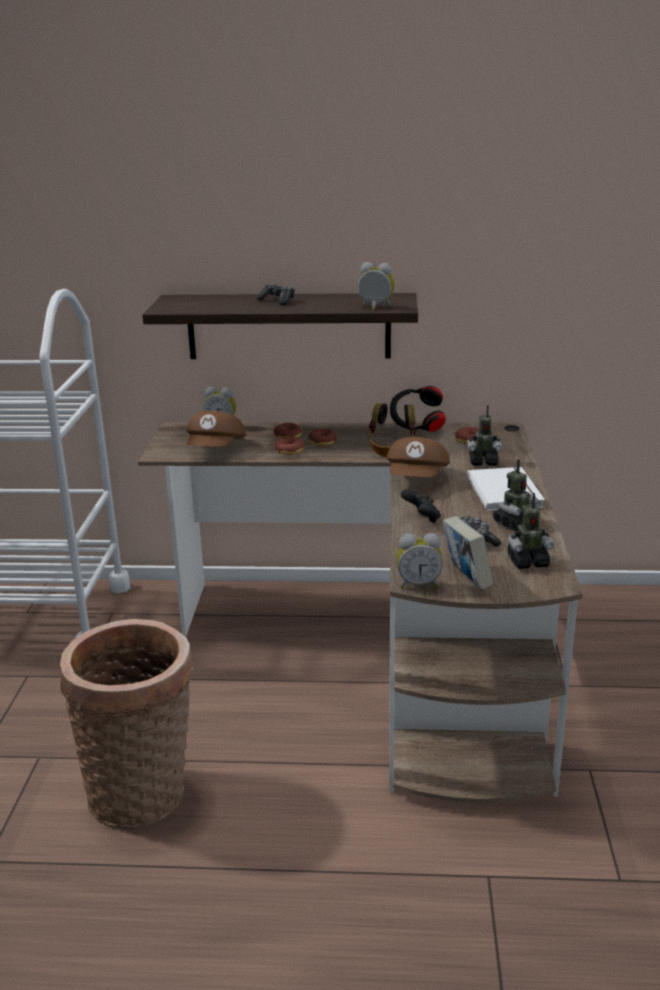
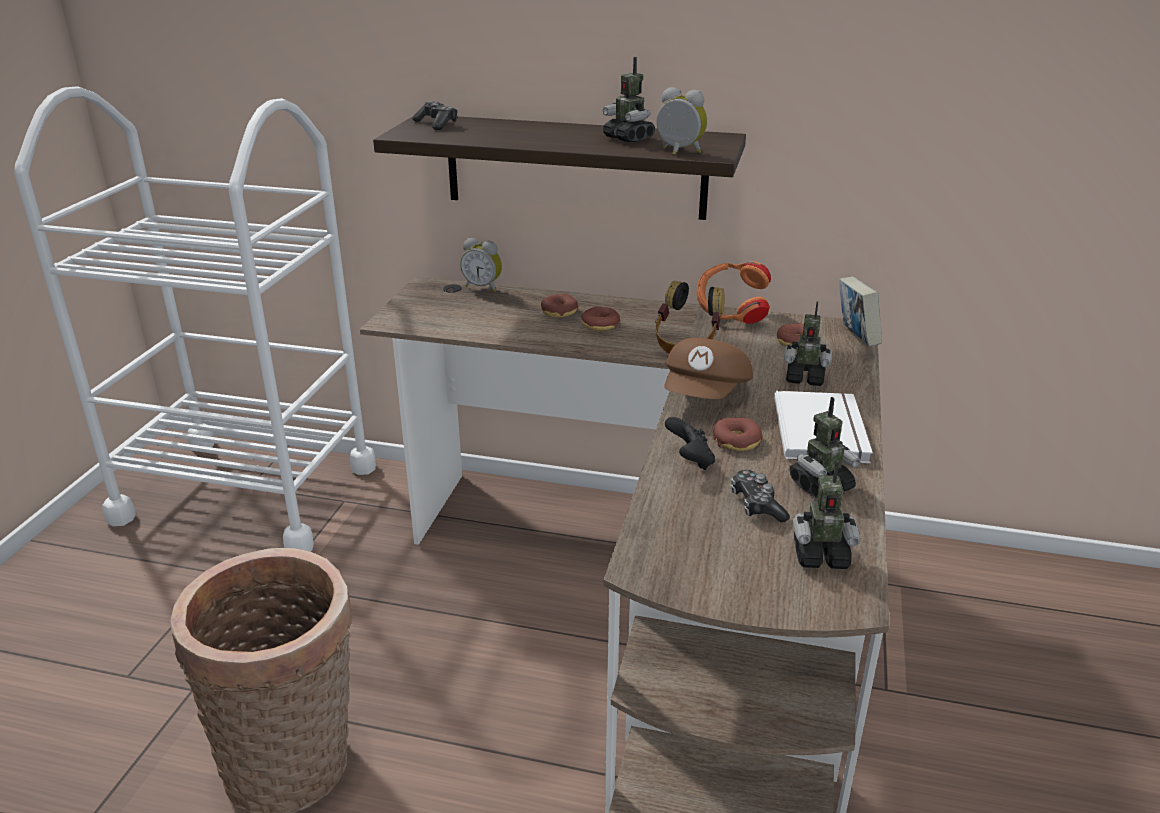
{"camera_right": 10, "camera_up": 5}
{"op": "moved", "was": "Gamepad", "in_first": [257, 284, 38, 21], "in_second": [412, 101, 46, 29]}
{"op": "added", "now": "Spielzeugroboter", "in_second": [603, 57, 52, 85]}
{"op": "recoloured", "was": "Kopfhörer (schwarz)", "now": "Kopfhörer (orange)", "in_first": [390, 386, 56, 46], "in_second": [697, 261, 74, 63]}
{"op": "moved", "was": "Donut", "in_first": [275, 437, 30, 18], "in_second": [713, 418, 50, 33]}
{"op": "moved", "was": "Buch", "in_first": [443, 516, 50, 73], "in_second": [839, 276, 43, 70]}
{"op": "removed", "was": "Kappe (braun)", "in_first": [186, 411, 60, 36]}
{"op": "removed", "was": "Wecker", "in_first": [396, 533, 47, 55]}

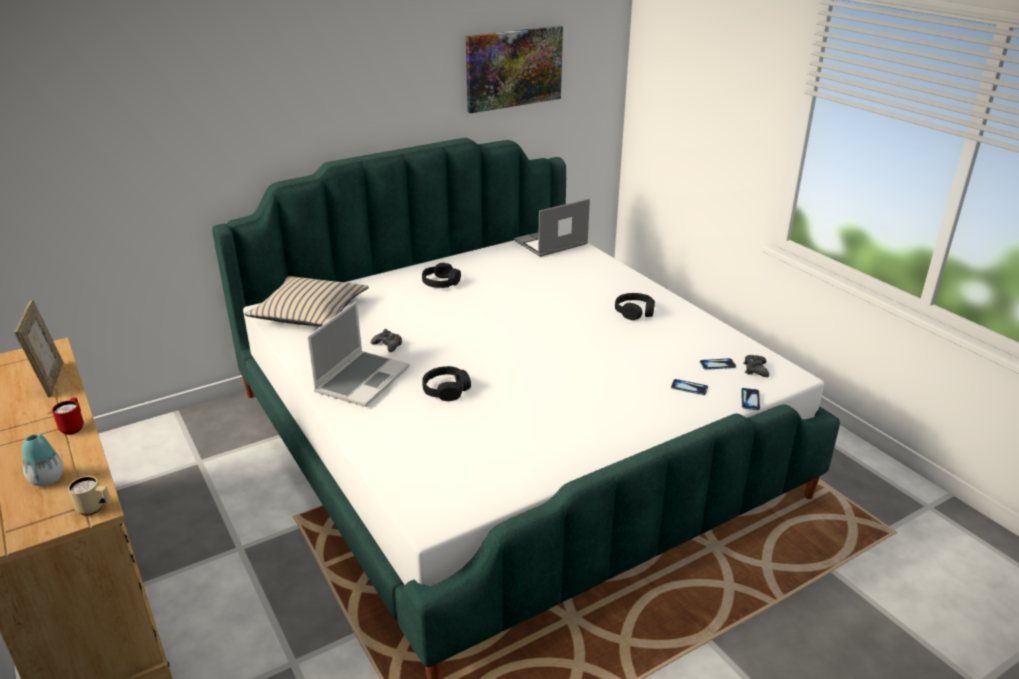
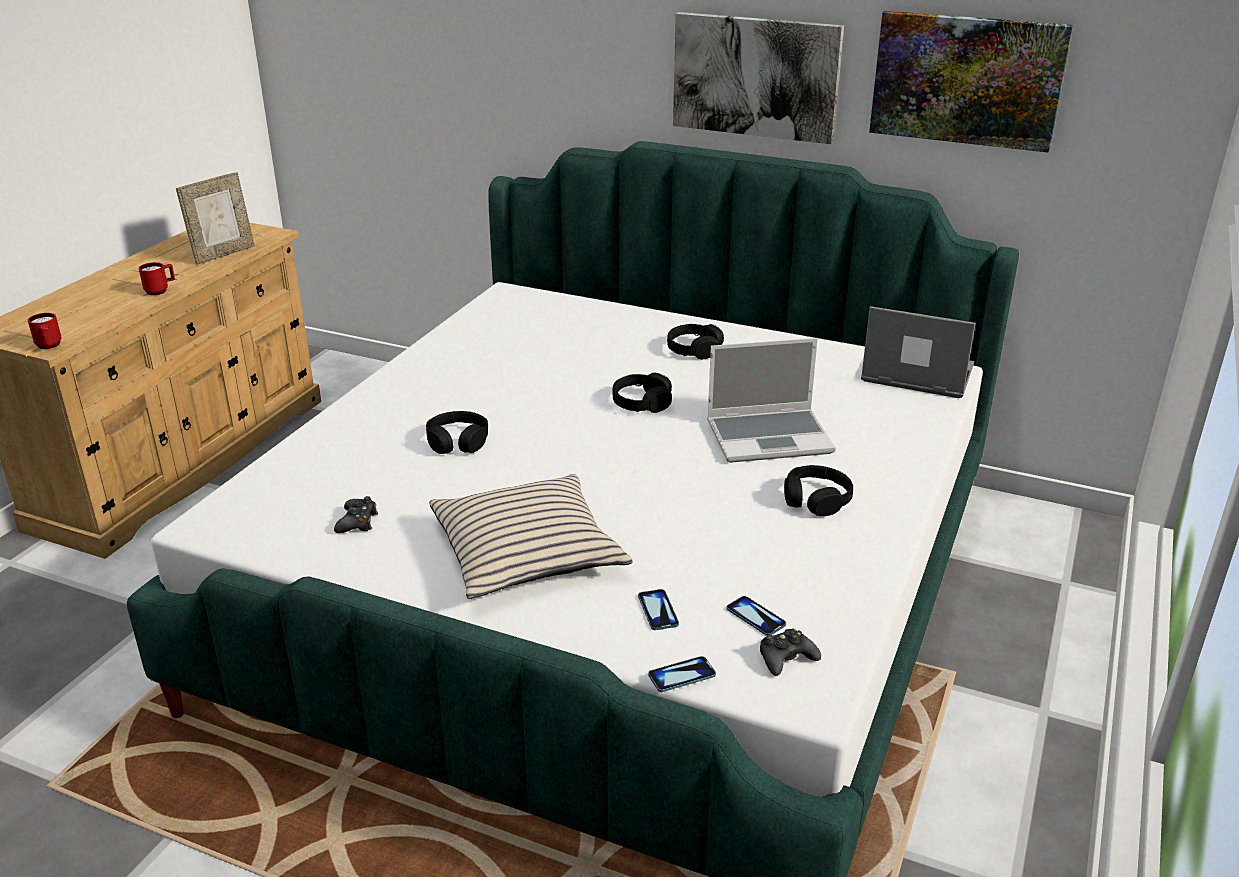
{"camera_right": 55, "camera_up": 0}
{"op": "recoloured", "was": "Henkelbecher (beige)", "now": "Henkelbecher (rot)", "in_first": [68, 476, 43, 39], "in_second": [28, 313, 33, 36]}
{"op": "moved", "was": "Gamepad (schwarz)", "in_first": [371, 329, 31, 23], "in_second": [334, 496, 44, 37]}
{"op": "moved", "was": "Kissen (beige)", "in_first": [244, 276, 125, 51], "in_second": [429, 474, 204, 125]}
{"op": "added", "now": "Kopfhörer (schwarz)", "in_second": [612, 373, 60, 40]}
{"op": "added", "now": "Bild", "in_second": [673, 12, 171, 132]}
{"op": "moved", "was": "Laptop", "in_first": [307, 301, 103, 106], "in_second": [707, 338, 129, 125]}
{"op": "removed", "was": "Vase", "in_first": [22, 434, 41, 52]}

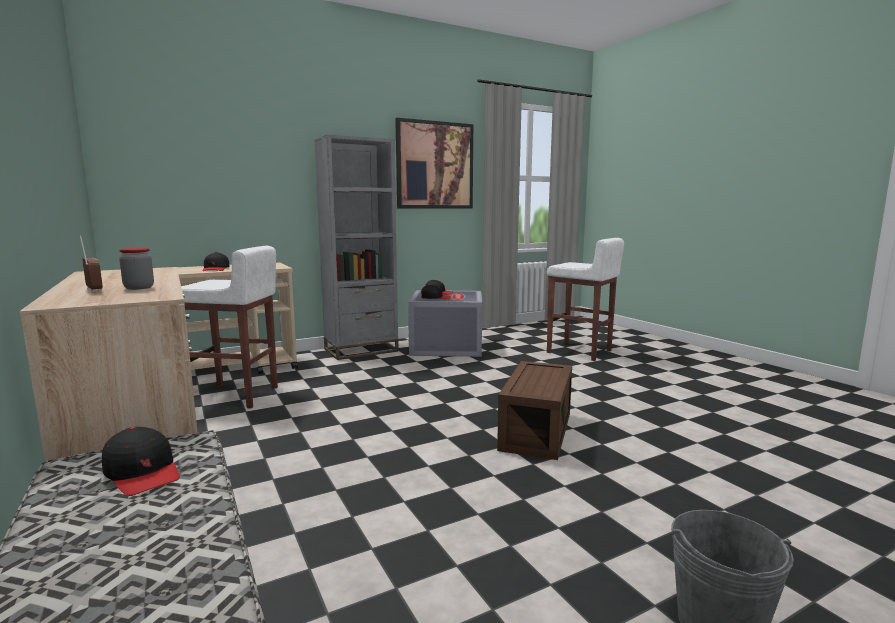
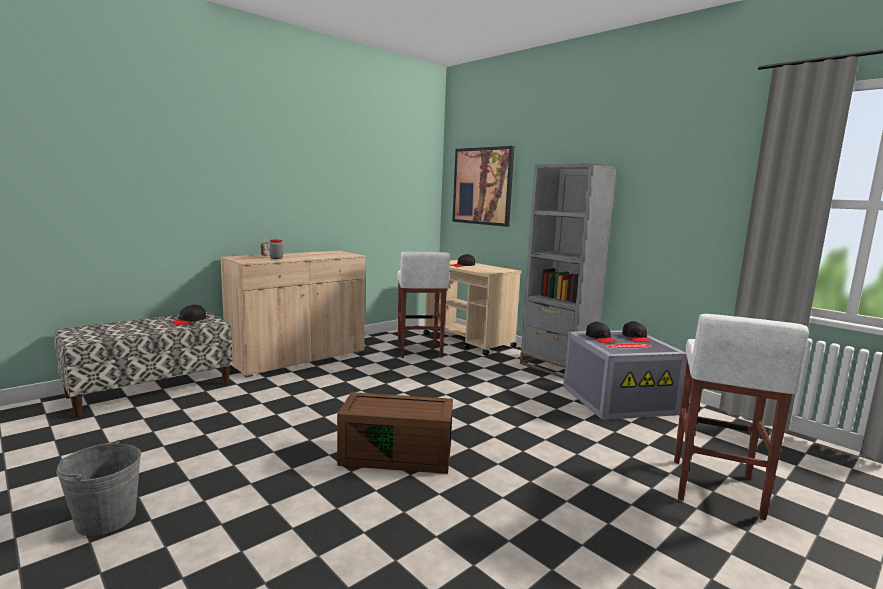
{"camera_right": 75, "camera_up": 0}
{"op": "moved", "was": "Bild", "in_first": [395, 118, 78, 90], "in_second": [452, 146, 62, 81]}

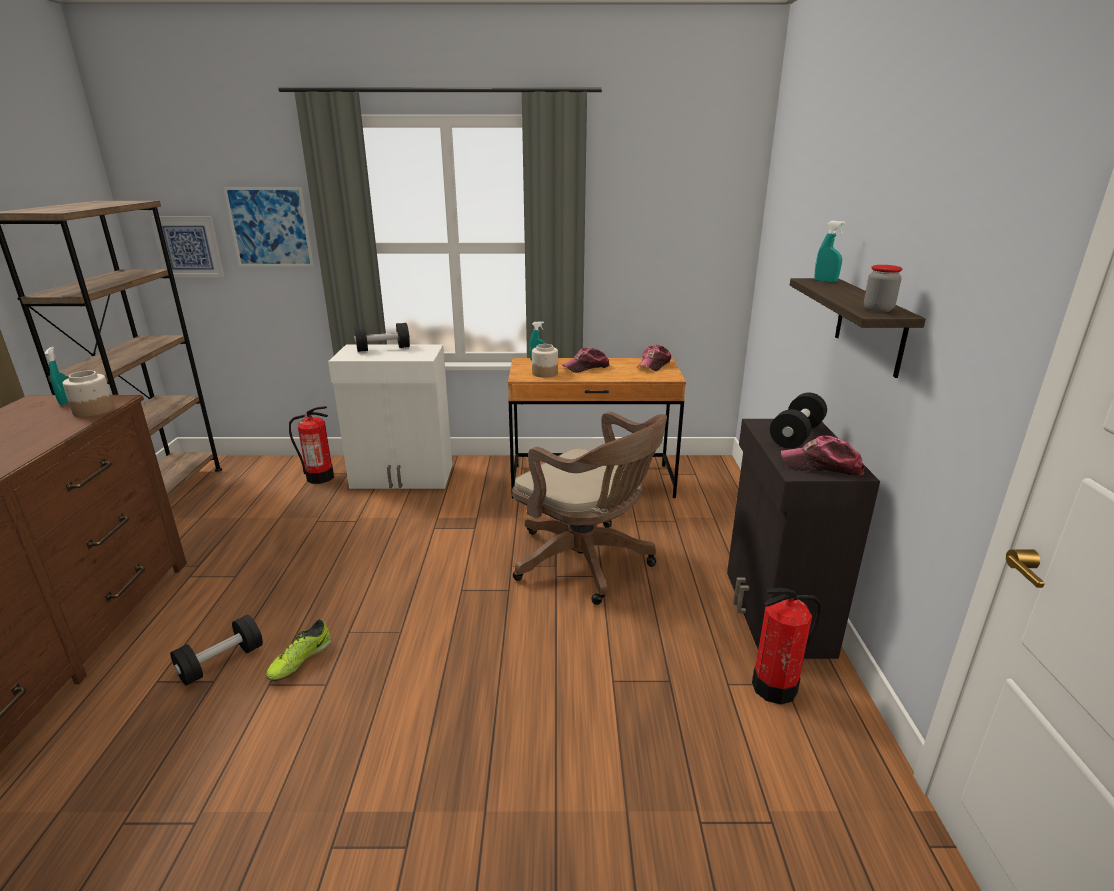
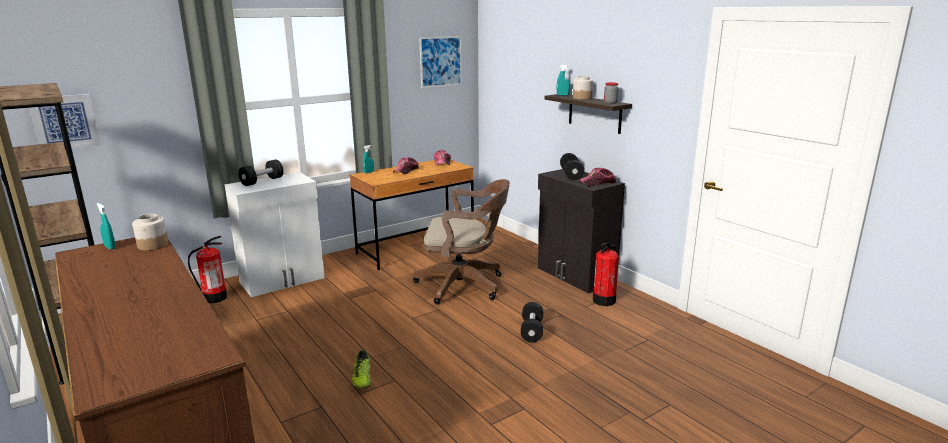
{"camera_right": -35, "camera_up": -5}
{"op": "moved", "was": "Bild", "in_first": [224, 187, 90, 79], "in_second": [419, 36, 43, 52]}
{"op": "moved", "was": "Hantel (schwarz)", "in_first": [170, 615, 93, 71], "in_second": [521, 302, 22, 40]}
{"op": "moved", "was": "Vorratsglas", "in_first": [532, 344, 26, 34], "in_second": [573, 76, 20, 24]}

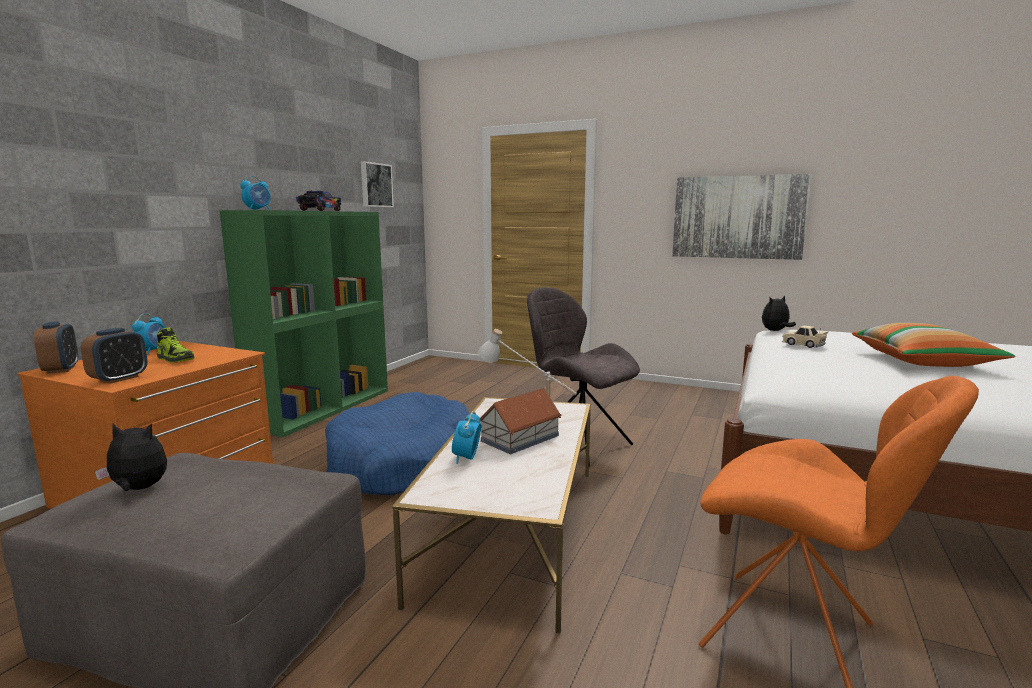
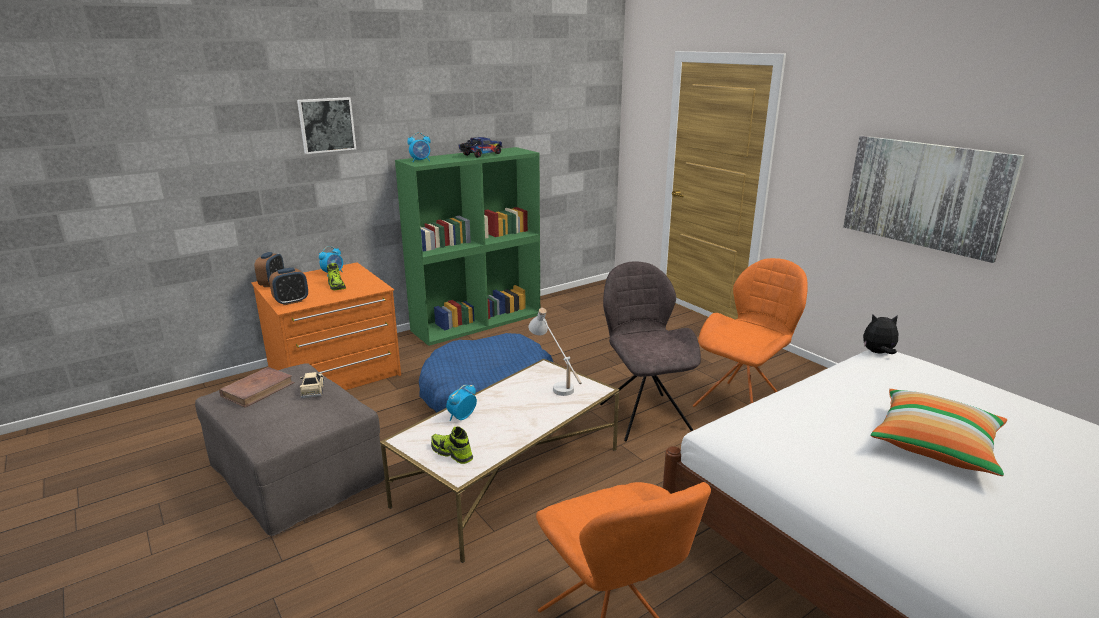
{"camera_right": 30, "camera_up": 10}
{"op": "replaced", "was": "Plüschtier", "now": "Buch (braun)", "in_first": [95, 424, 72, 67], "in_second": [219, 367, 76, 41]}
{"op": "moved", "was": "Bild", "in_first": [361, 161, 33, 46], "in_second": [297, 97, 59, 57]}
{"op": "moved", "was": "Spielzeugauto (beige)", "in_first": [782, 325, 46, 23], "in_second": [300, 372, 25, 26]}
{"op": "added", "now": "Schuh", "in_second": [431, 427, 42, 37]}
{"op": "added", "now": "Stuhl (orange)", "in_second": [693, 258, 115, 149]}
{"op": "removed", "was": "Spielzeughaus", "in_first": [480, 388, 82, 66]}

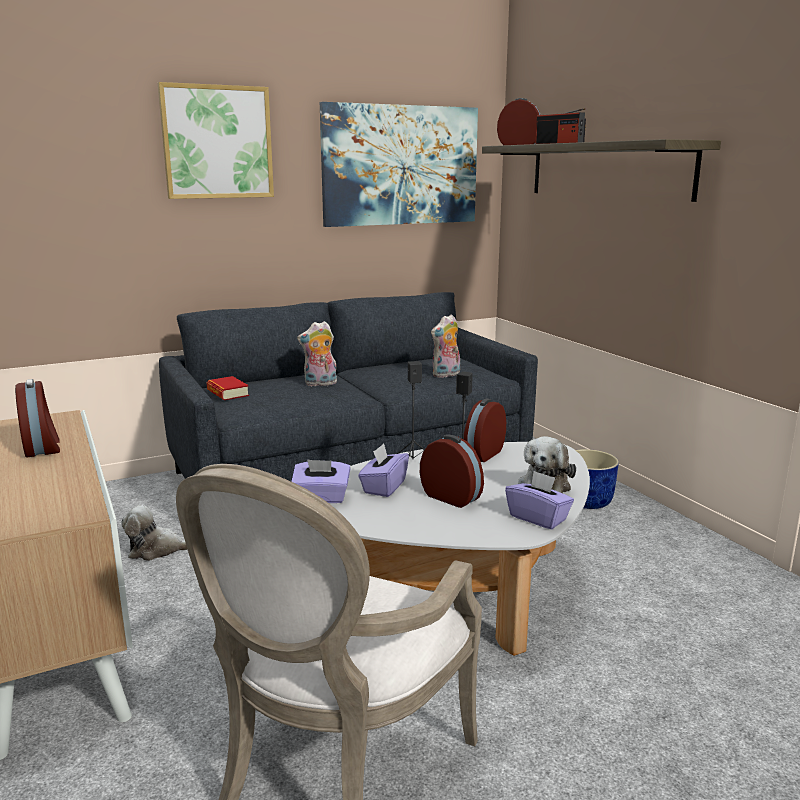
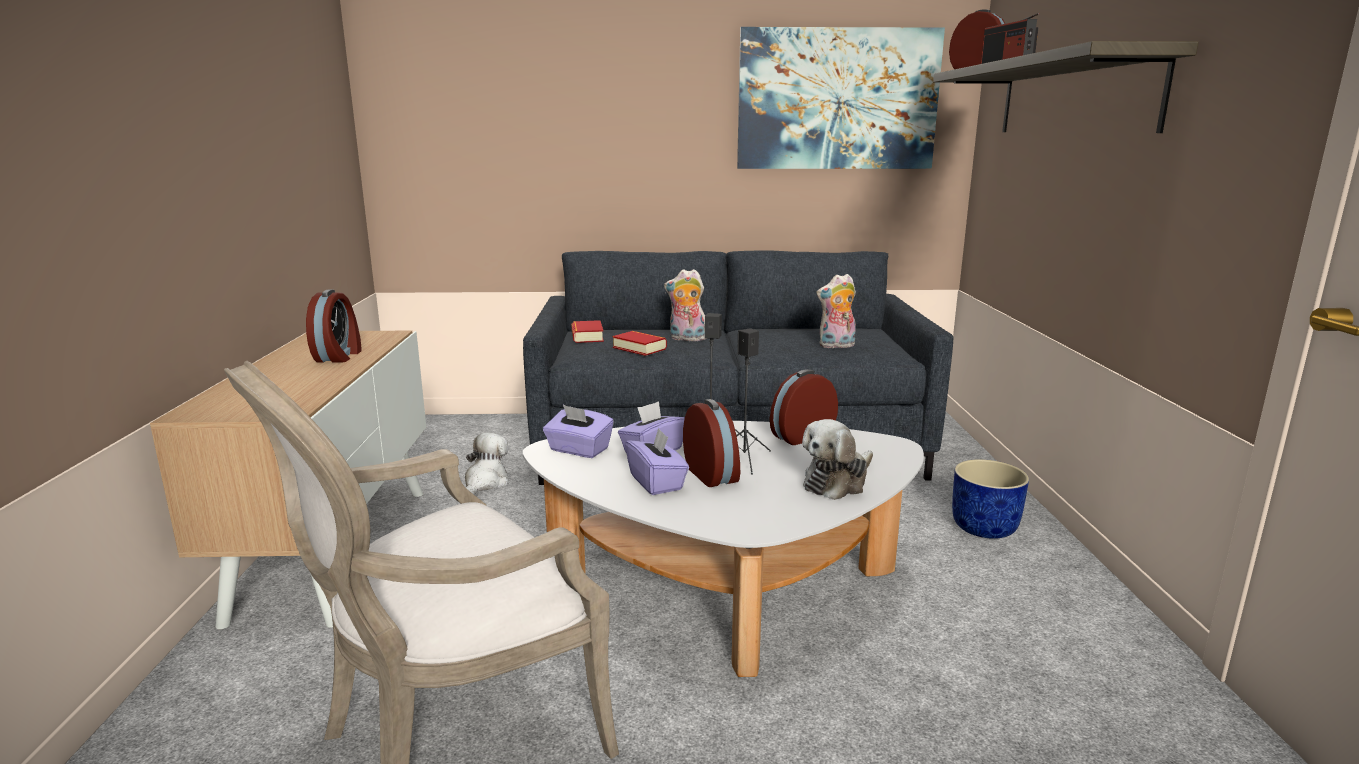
{"camera_right": 25, "camera_up": 0}
{"op": "turned", "was": "Plüschtier", "in_first": [121, 505, 67, 56], "in_second": [465, 433, 44, 61], "clockwise": 90}
{"op": "added", "now": "Buch", "in_second": [613, 331, 54, 25]}
{"op": "moved", "was": "Taschentuchbox (lila)", "in_first": [505, 471, 69, 59], "in_second": [625, 428, 64, 67]}
{"op": "removed", "was": "Bild", "in_first": [158, 82, 116, 117]}

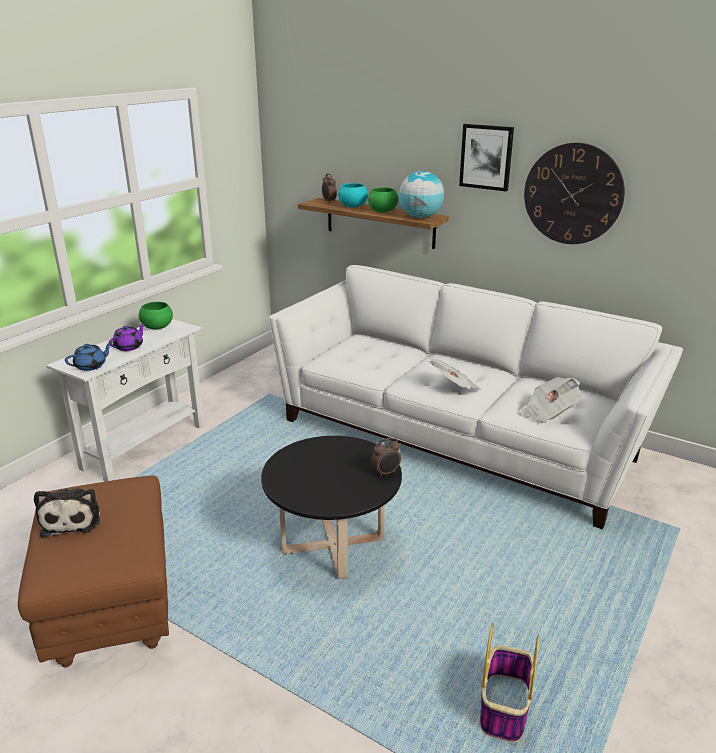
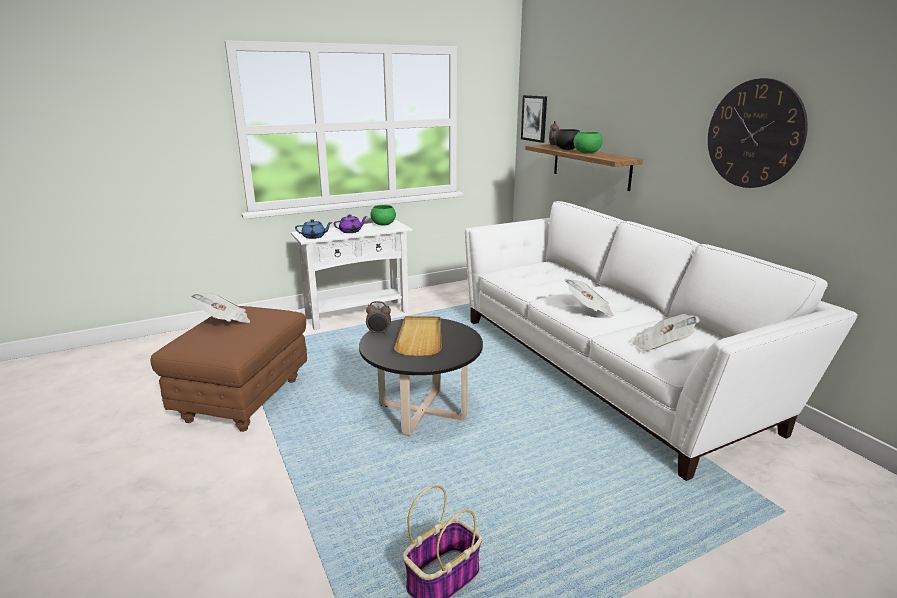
{"camera_right": 30, "camera_up": -5}
{"op": "replaced", "was": "Plüschtier", "now": "Zeitung", "in_first": [34, 488, 66, 49], "in_second": [190, 293, 60, 30]}
{"op": "moved", "was": "Wecker", "in_first": [371, 438, 30, 39], "in_second": [366, 301, 25, 34]}
{"op": "added", "now": "Tablett (beige)", "in_second": [394, 316, 48, 40]}
{"op": "moved", "was": "Bild", "in_first": [459, 124, 55, 68], "in_second": [521, 95, 26, 48]}
{"op": "recoloured", "was": "Schüssel (türkis)", "now": "Schüssel (schwarz)", "in_first": [338, 183, 30, 25], "in_second": [554, 129, 26, 21]}
{"op": "removed", "was": "Globus", "in_first": [399, 171, 45, 47]}

